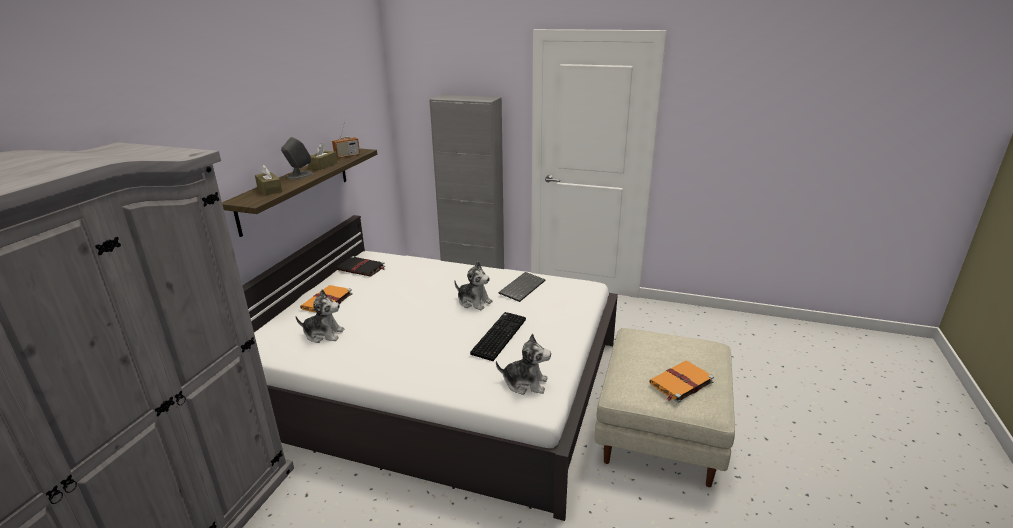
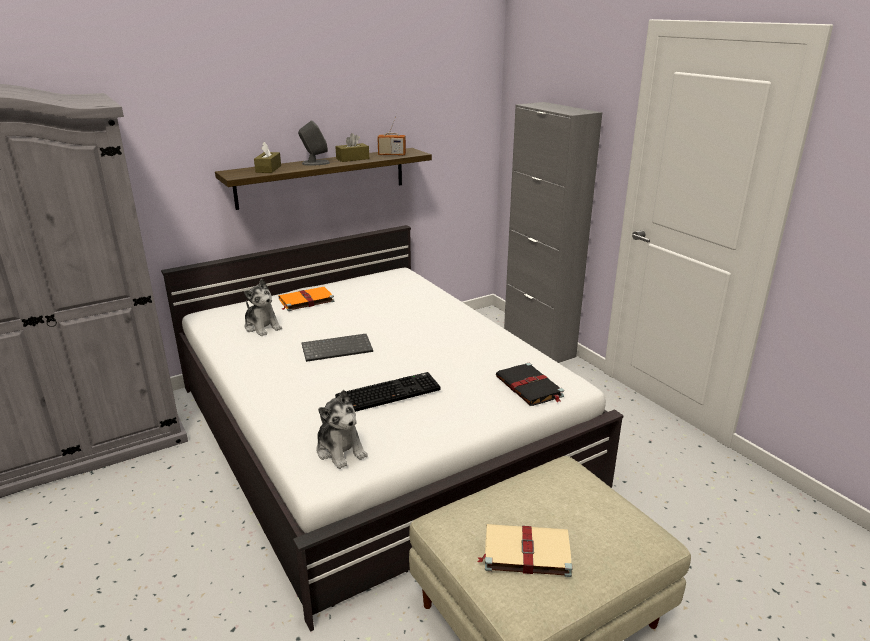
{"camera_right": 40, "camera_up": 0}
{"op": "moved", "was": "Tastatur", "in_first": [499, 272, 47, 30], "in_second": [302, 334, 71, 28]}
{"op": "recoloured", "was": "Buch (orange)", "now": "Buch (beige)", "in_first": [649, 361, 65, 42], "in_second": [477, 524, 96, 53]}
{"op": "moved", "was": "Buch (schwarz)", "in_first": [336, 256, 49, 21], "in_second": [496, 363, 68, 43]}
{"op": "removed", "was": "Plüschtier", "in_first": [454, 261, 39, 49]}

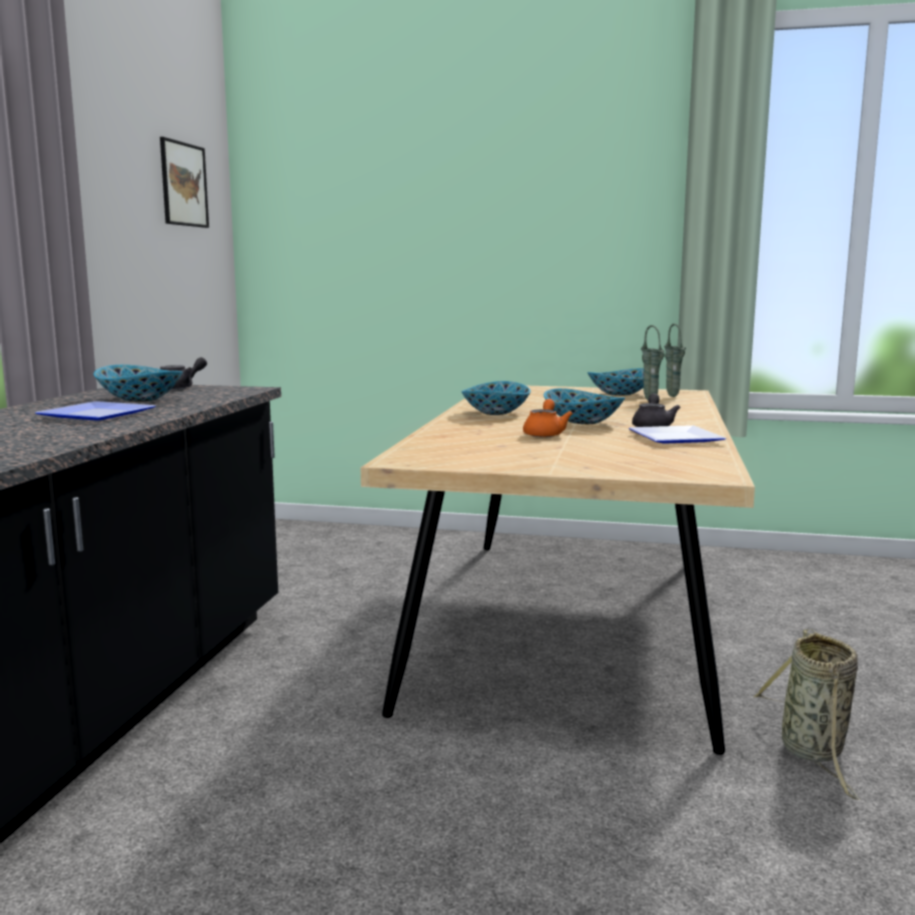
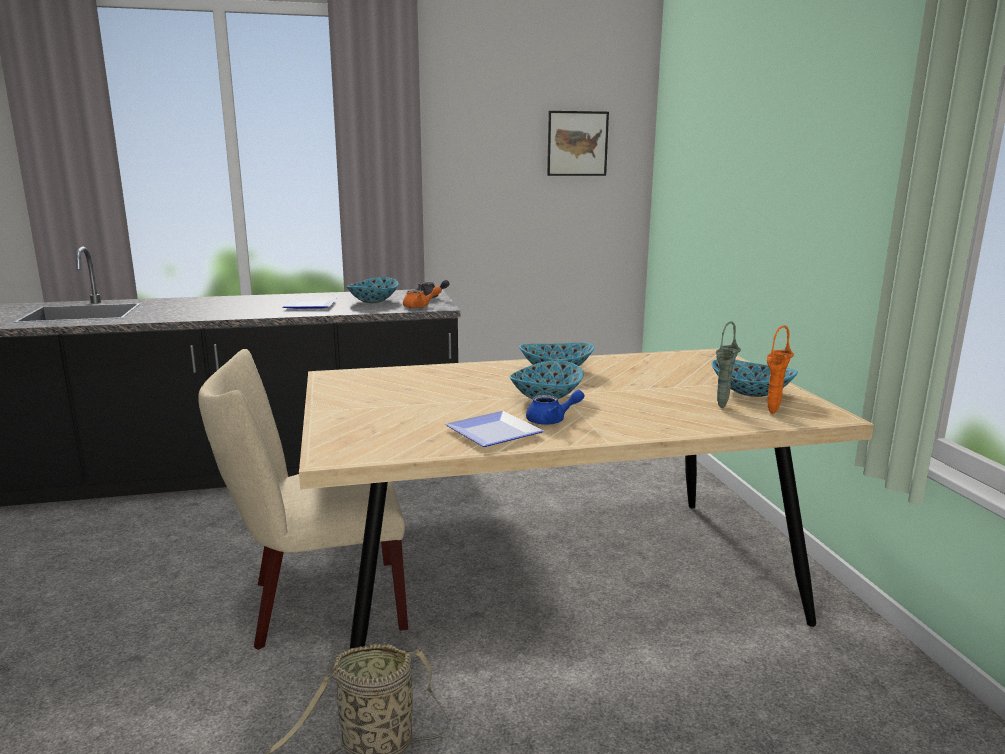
{"camera_right": 65, "camera_up": 5}
{"op": "added", "now": "Stuhl (beige)", "in_second": [198, 349, 210, 301]}
{"op": "moved", "was": "Teekanne (orange)", "in_first": [523, 399, 50, 38], "in_second": [403, 286, 39, 22]}
{"op": "recoloured", "was": "Teekanne (grau)", "now": "Teekanne (blau)", "in_first": [632, 393, 49, 34], "in_second": [526, 390, 58, 35]}
{"op": "recoloured", "was": "Vase (grün)", "now": "Vase (orange)", "in_first": [664, 324, 22, 73], "in_second": [767, 325, 27, 89]}

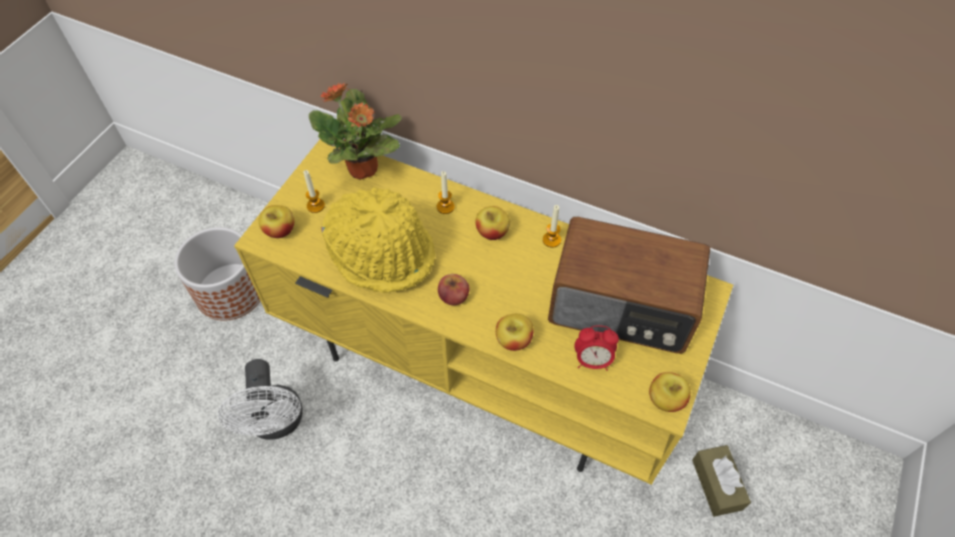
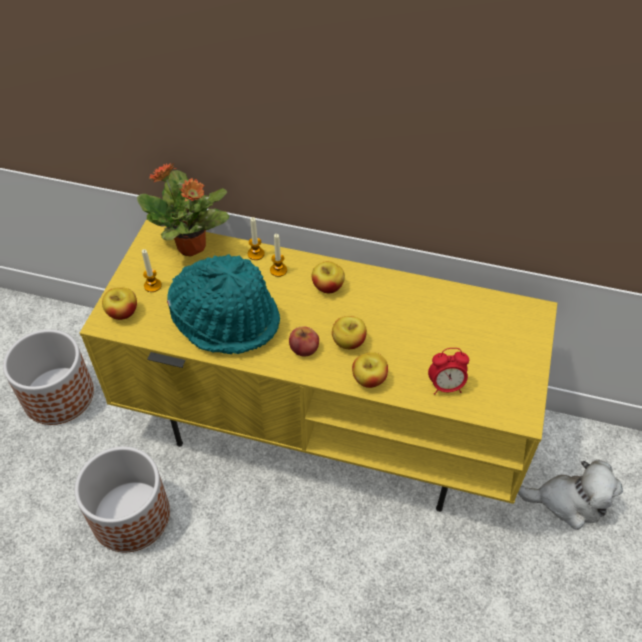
{"camera_right": -10, "camera_up": -5}
{"op": "replaced", "was": "Ventilator (weiß)", "now": "Pflanzkübel", "in_first": [218, 359, 85, 81], "in_second": [75, 446, 95, 106]}
{"op": "recoloured", "was": "Hut (gelb)", "now": "Hut (türkis)", "in_first": [321, 188, 114, 105], "in_second": [167, 254, 113, 100]}
{"op": "moved", "was": "Kerze", "in_first": [543, 205, 18, 43], "in_second": [248, 217, 17, 43]}
{"op": "moved", "was": "Apfel", "in_first": [649, 372, 42, 40], "in_second": [332, 316, 35, 33]}
{"op": "replaced", "was": "Taschentuchbox (braun)", "now": "Plüschtier", "in_first": [692, 445, 59, 72], "in_second": [518, 459, 105, 71]}
{"op": "removed", "was": "Radio", "in_first": [548, 217, 162, 137]}

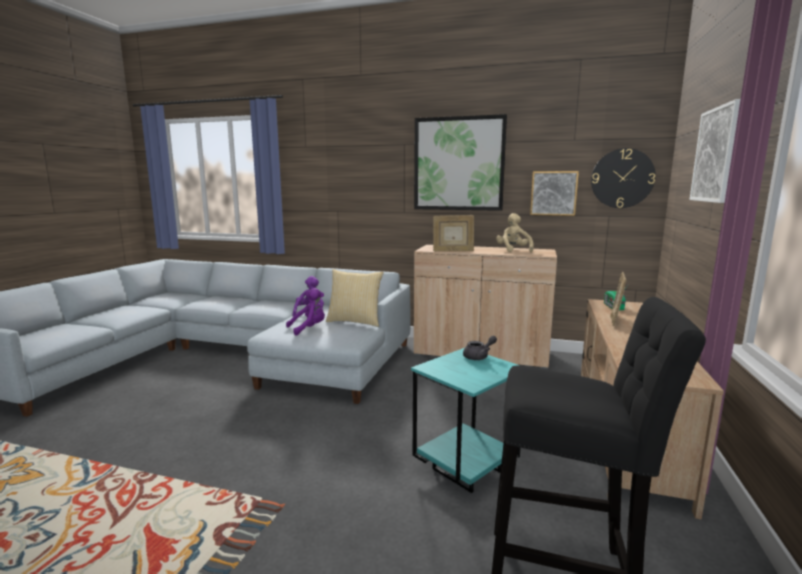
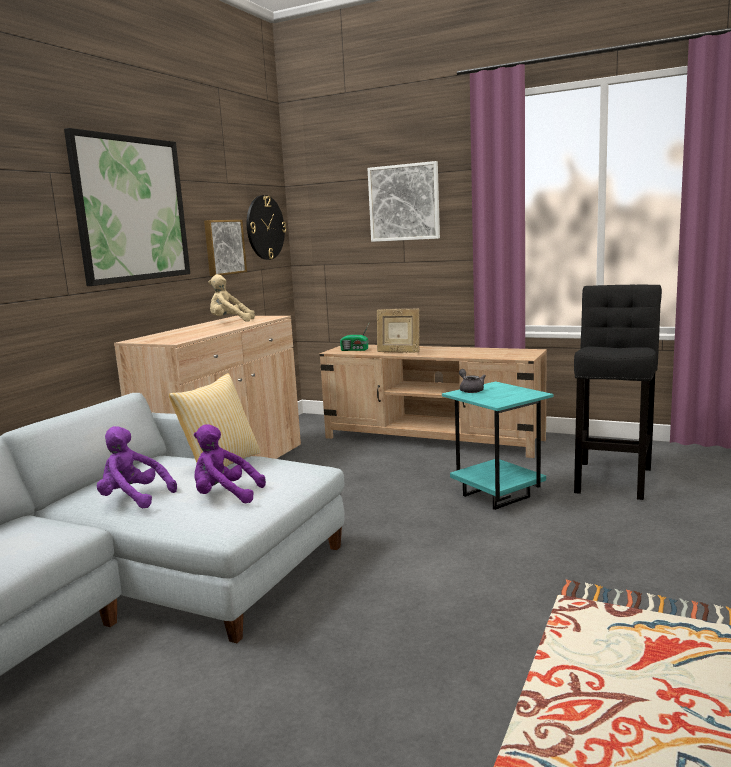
{"camera_right": -80, "camera_up": 0}
{"op": "turned", "was": "Plüschtier (lila)", "in_first": [286, 288, 39, 48], "in_second": [194, 424, 72, 79], "clockwise": -60}
{"op": "removed", "was": "Bilderrahmen", "in_first": [433, 215, 41, 37]}

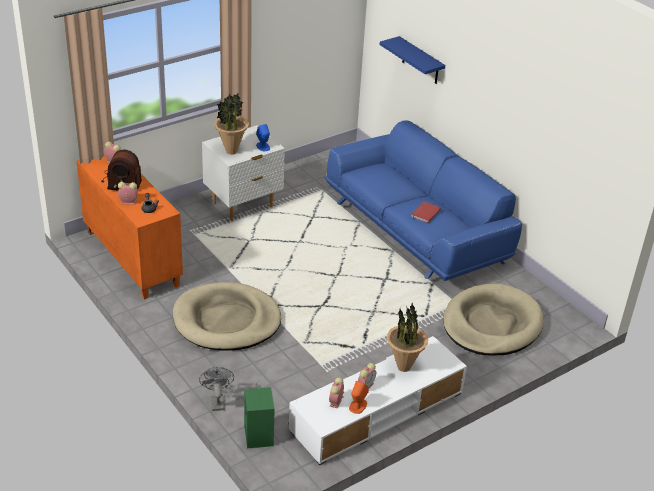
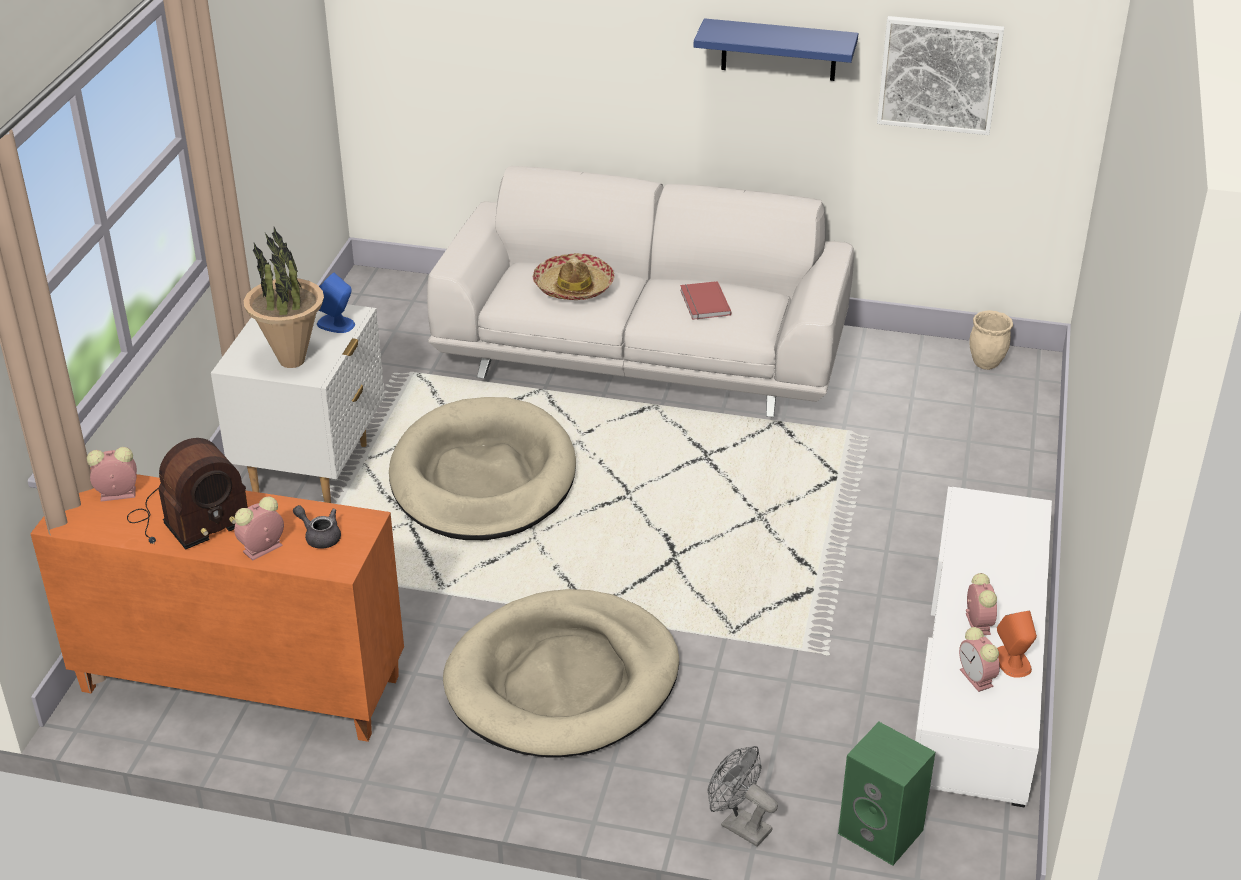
{"camera_right": -40, "camera_up": 0}
{"op": "moved", "was": "Hundebett (beige)", "in_first": [443, 283, 101, 73], "in_second": [389, 397, 187, 143]}
{"op": "recoloured", "was": "Sofa (blau)", "now": "Sofa (weiß)", "in_first": [325, 120, 197, 161], "in_second": [427, 166, 427, 251]}
{"op": "added", "now": "Hut", "in_second": [532, 253, 82, 47]}
{"op": "moved", "was": "Wandregal (blau)", "in_first": [380, 36, 65, 48], "in_second": [694, 18, 164, 63]}
{"op": "added", "now": "Bild", "in_second": [877, 16, 127, 119]}
{"op": "added", "now": "Pflanzkübel (beige)", "in_second": [969, 310, 44, 60]}
{"op": "removed", "was": "Topfpflanze", "in_first": [387, 303, 41, 69]}

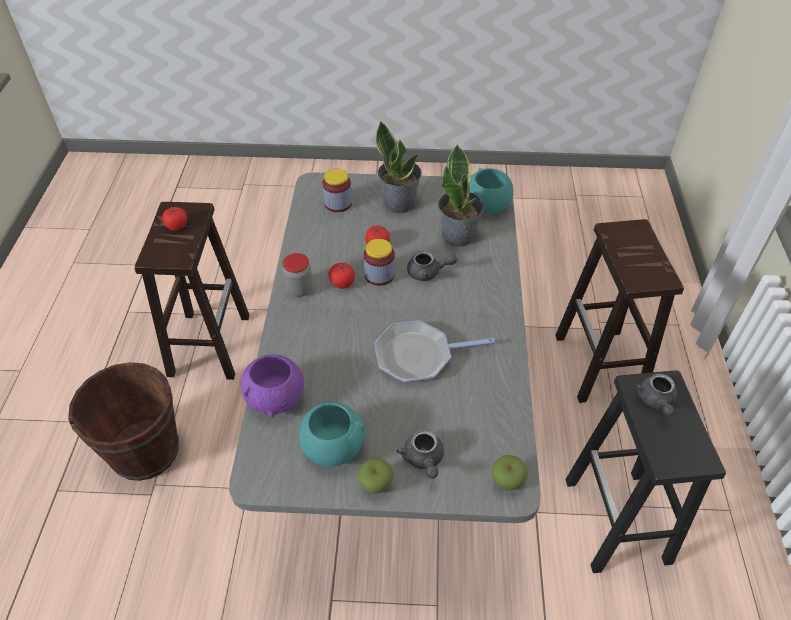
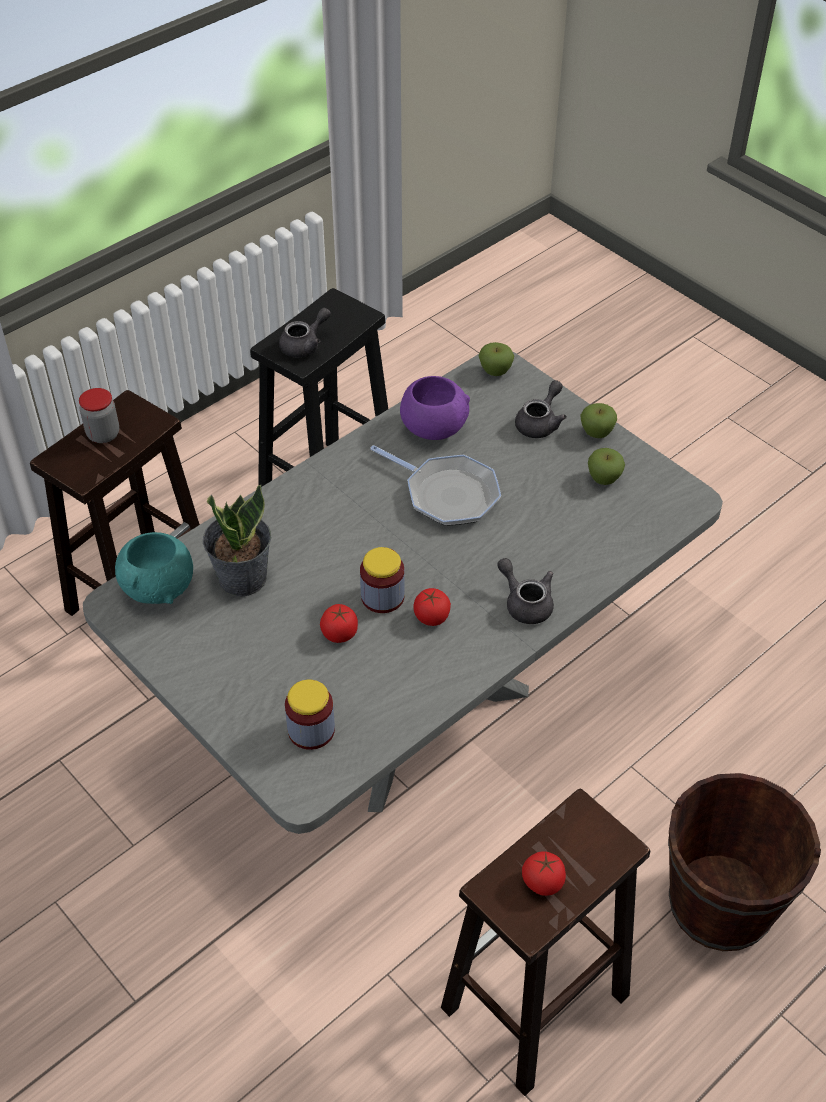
{"camera_right": -135, "camera_up": 0}
{"op": "moved", "was": "Vorratsglas", "in_first": [283, 253, 30, 44], "in_second": [79, 388, 40, 55]}
{"op": "moved", "was": "Schüssel (lila)", "in_first": [241, 354, 63, 64], "in_second": [400, 376, 70, 64]}
{"op": "moved", "was": "Teekanne (grau)", "in_first": [407, 251, 50, 30], "in_second": [497, 558, 57, 66]}
{"op": "replaced", "was": "Schüssel (türkis)", "now": "Apfel", "in_first": [299, 402, 66, 64], "in_second": [588, 448, 37, 37]}
{"op": "removed", "was": "Topfpflanze", "in_first": [376, 121, 46, 92]}

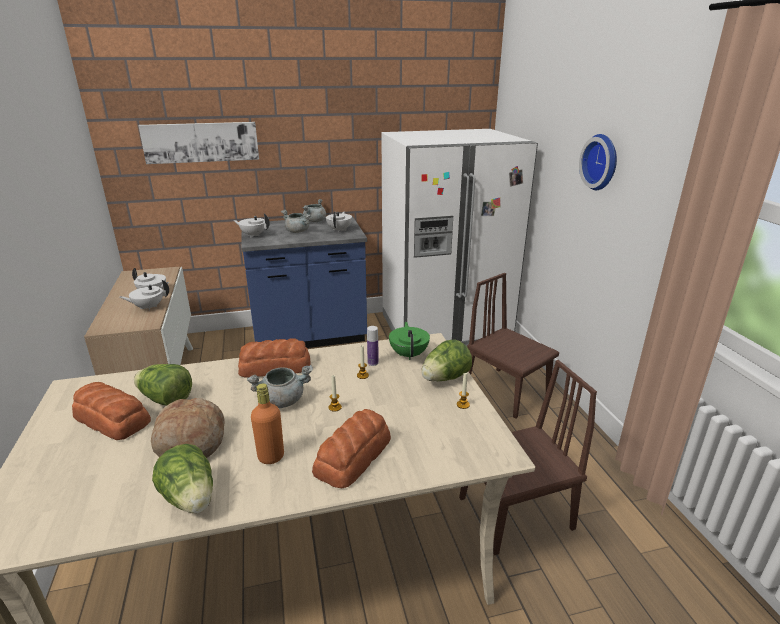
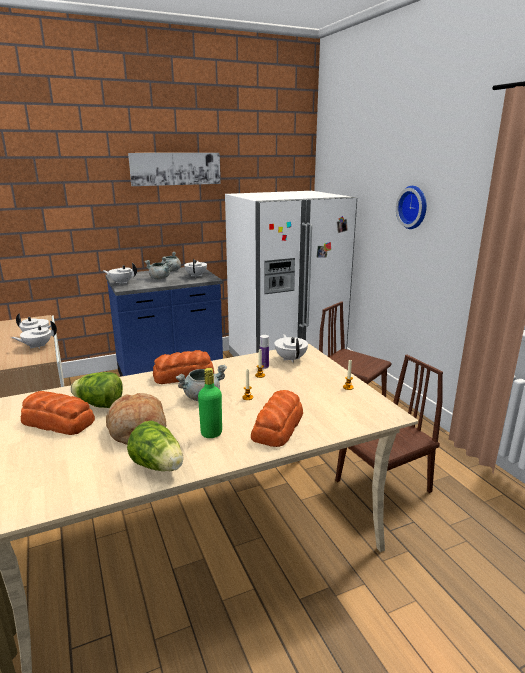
{"camera_right": -10, "camera_up": -5}
{"op": "moved", "was": "Bild", "in_first": [138, 122, 121, 42], "in_second": [128, 153, 92, 33]}
{"op": "recoloured", "was": "Flasche (orange)", "now": "Flasche (grün)", "in_first": [251, 383, 33, 81], "in_second": [198, 368, 24, 70]}
{"op": "recoloured", "was": "Teekanne (grün)", "now": "Teekanne (weiß)", "in_first": [389, 322, 41, 38], "in_second": [275, 334, 33, 29]}
{"op": "removed", "was": "Salatkopf", "in_first": [421, 339, 51, 42]}

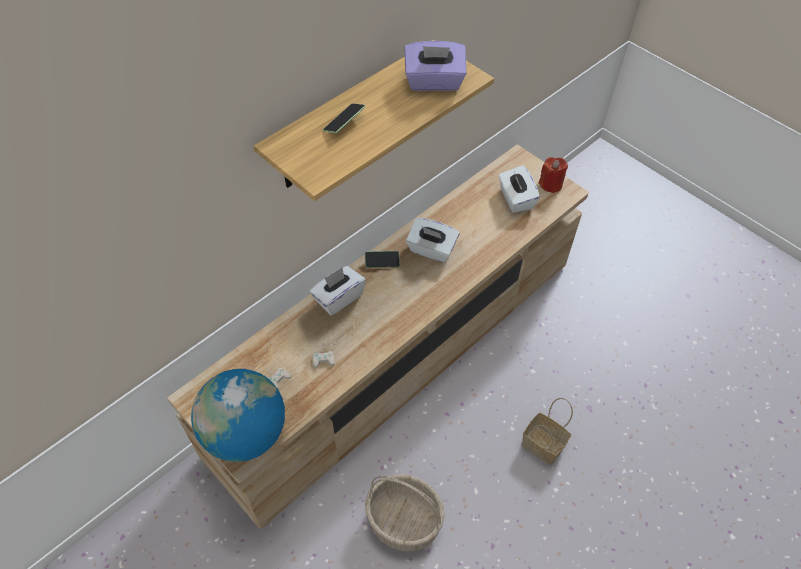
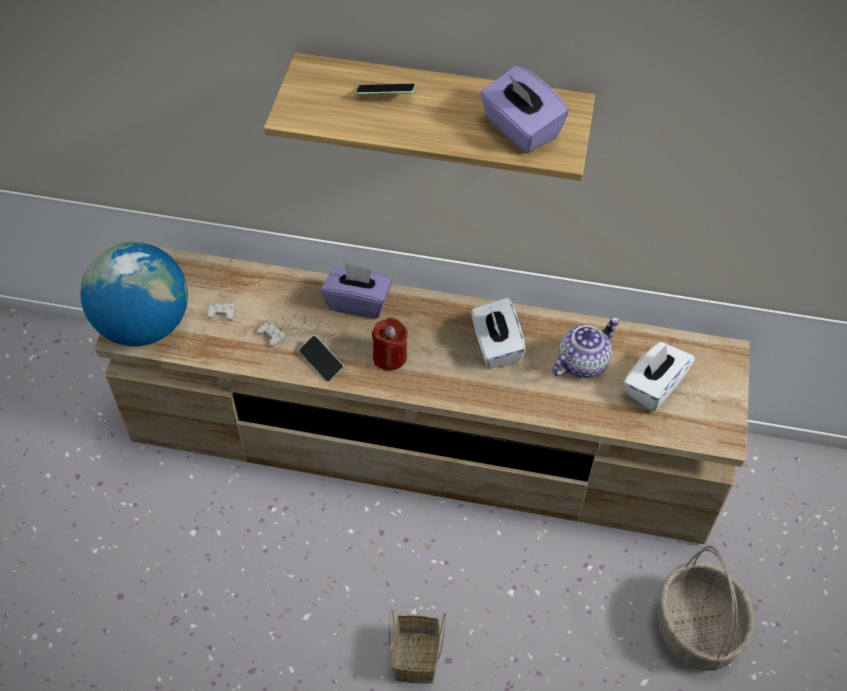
{"camera_right": 55, "camera_up": 0}
{"op": "moved", "was": "Handy", "in_first": [365, 251, 35, 17], "in_second": [299, 335, 45, 47]}
{"op": "recoloured", "was": "Taschentuchbox (weiß)", "now": "Taschentuchbox (lila)", "in_first": [310, 266, 56, 50], "in_second": [321, 263, 71, 56]}
{"op": "moved", "was": "Kerze (rot)", "in_first": [539, 157, 29, 36], "in_second": [372, 318, 36, 52]}
{"op": "added", "now": "Teekanne", "in_second": [552, 318, 68, 60]}
{"op": "moved", "was": "Korb", "in_first": [365, 474, 80, 77], "in_second": [657, 545, 98, 126]}

